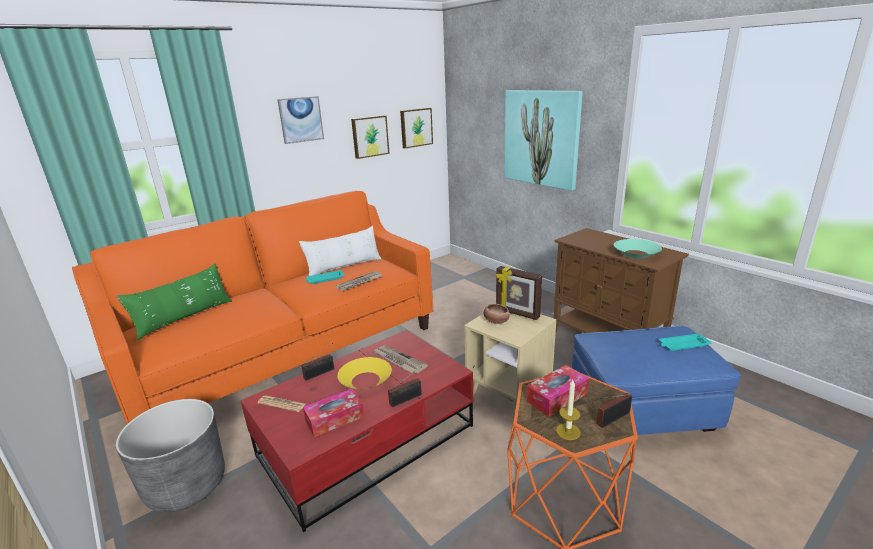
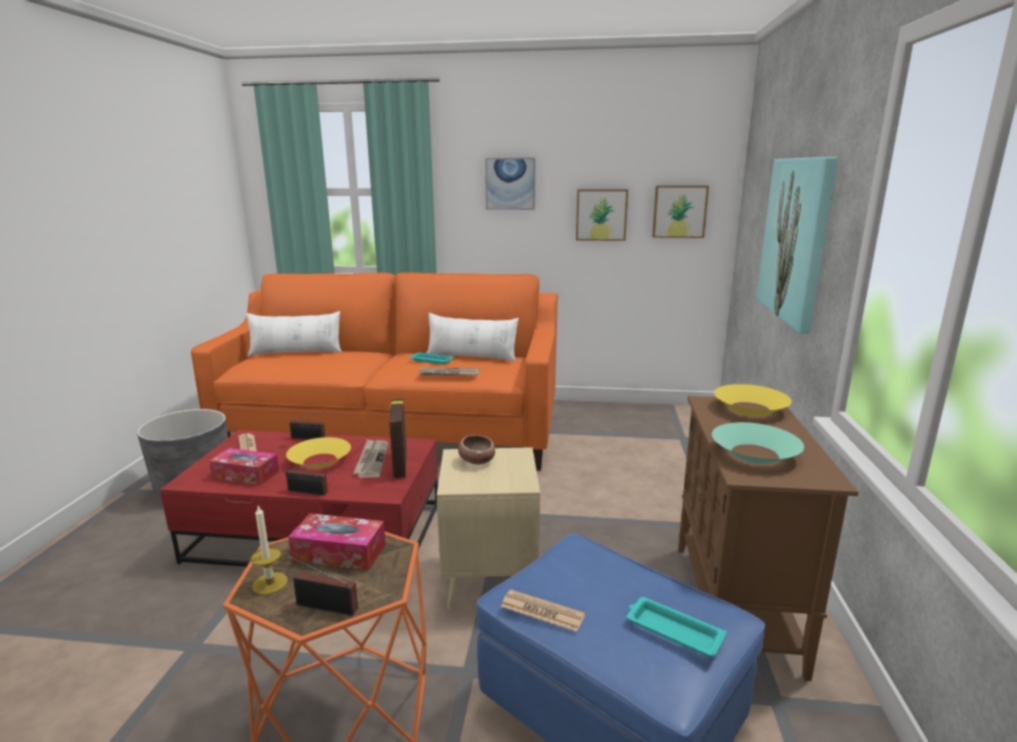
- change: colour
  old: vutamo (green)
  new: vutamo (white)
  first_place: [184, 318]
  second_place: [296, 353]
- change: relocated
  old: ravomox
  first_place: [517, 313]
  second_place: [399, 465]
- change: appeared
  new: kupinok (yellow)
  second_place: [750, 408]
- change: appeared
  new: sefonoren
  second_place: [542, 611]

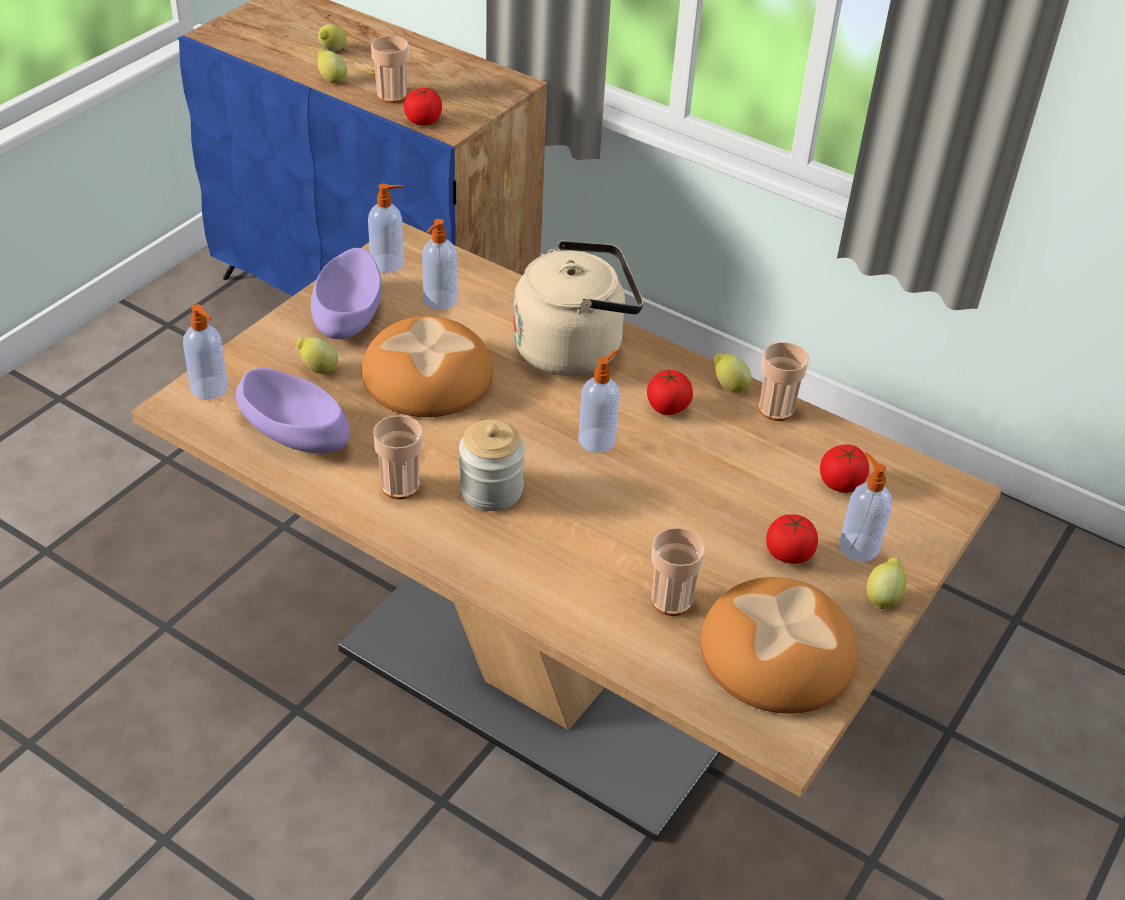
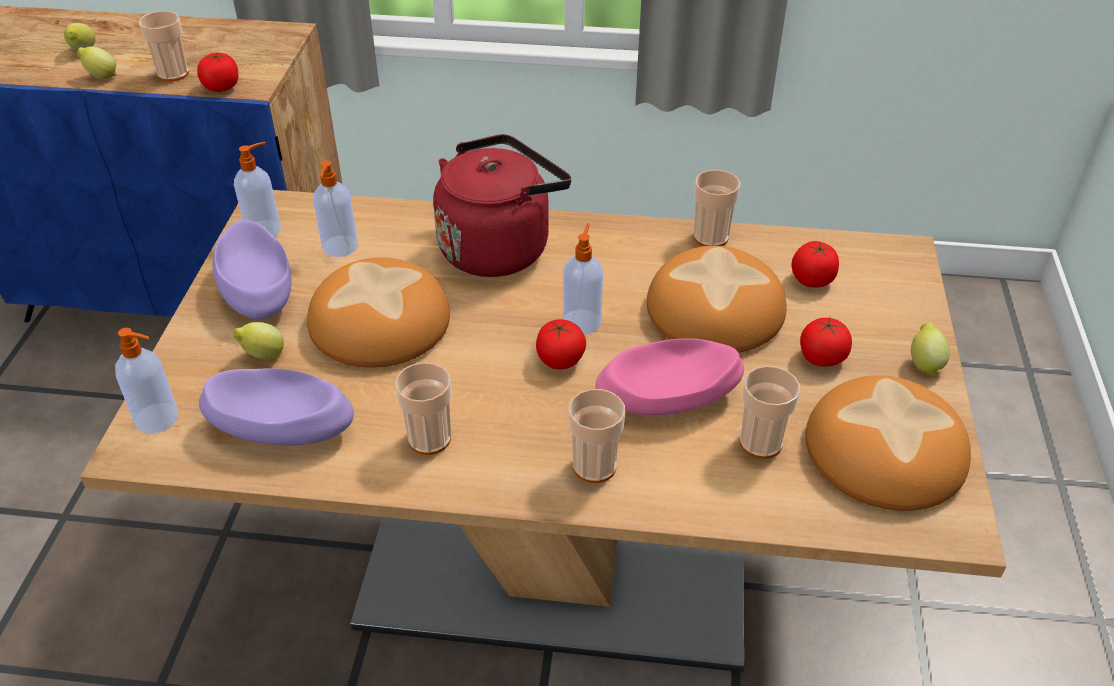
- change: colour
  old: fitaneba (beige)
  new: fitaneba (red)
  first_place: [574, 348]
  second_place: [499, 247]
- change: missing
  old: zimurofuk
  first_place: [729, 386]
- change: relocated
  old: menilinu
  first_place: [667, 407]
  second_place: [560, 360]
- change: missing
  old: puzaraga
  first_place: [491, 490]
- change: missing
  old: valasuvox
  first_place: [858, 546]
- change: appeared
  new: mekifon
  second_place: [714, 311]
- change: appeared
  new: kupinok (pink)
  second_place: [668, 397]
- change: appeared
  new: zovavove
  second_place: [594, 466]

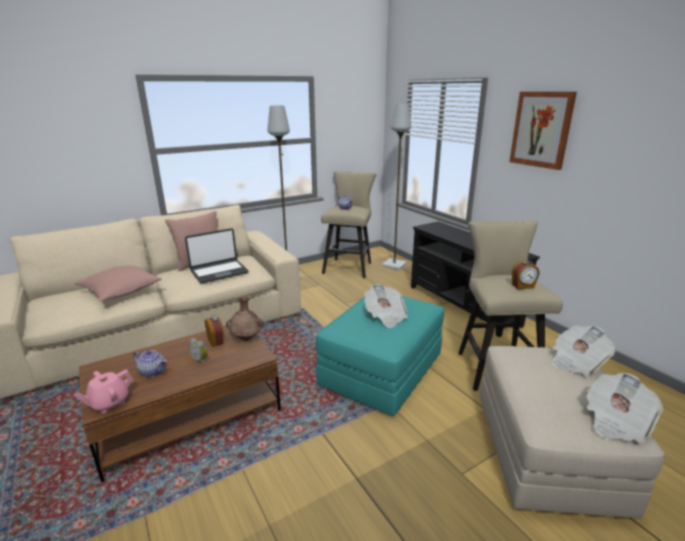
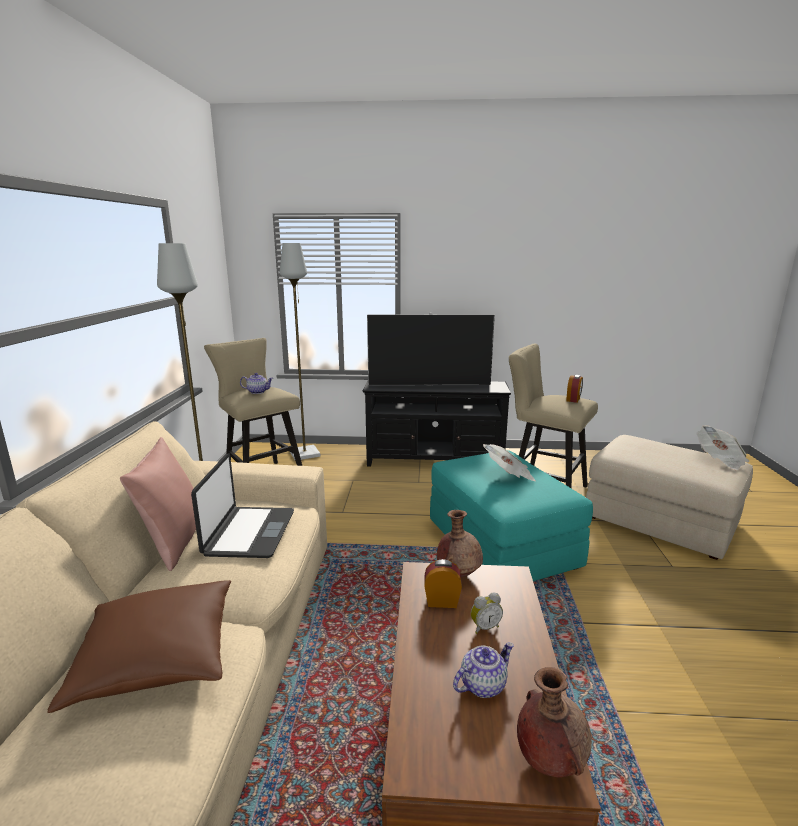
- change: missing
  old: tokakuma
  first_place: [541, 129]
- change: colour
  old: vutamo (pink)
  new: vutamo (brown)
  first_place: [121, 292]
  second_place: [157, 658]
- change: missing
  old: sefonoren
  first_place: [576, 362]
- change: exchanged
  old: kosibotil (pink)
  new: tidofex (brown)
  first_place: [109, 403]
  second_place: [549, 758]
- change: appeared
  new: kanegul
  second_place: [429, 385]

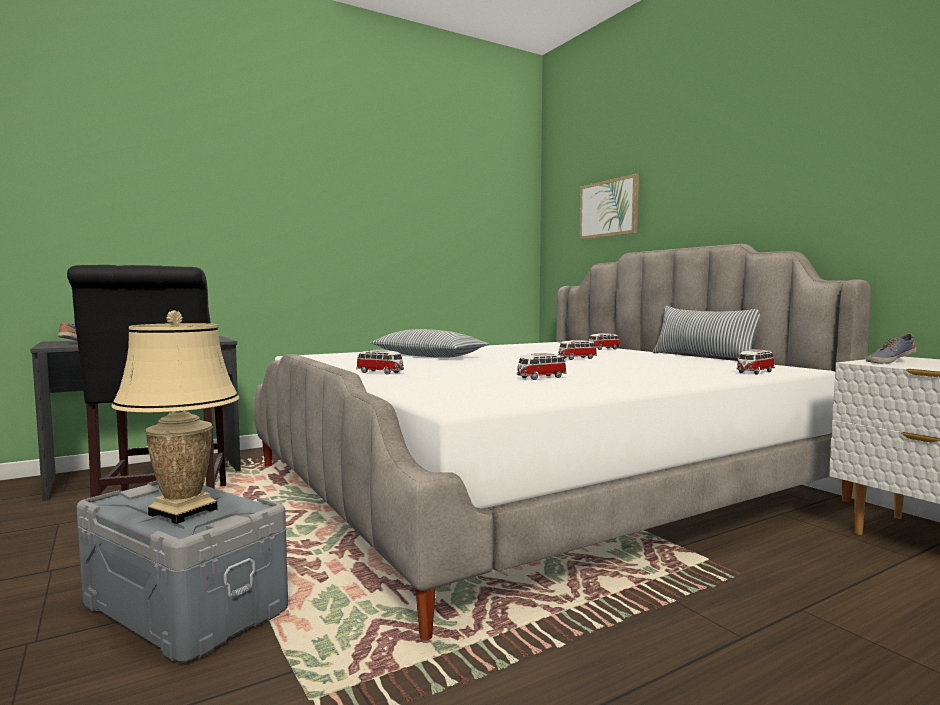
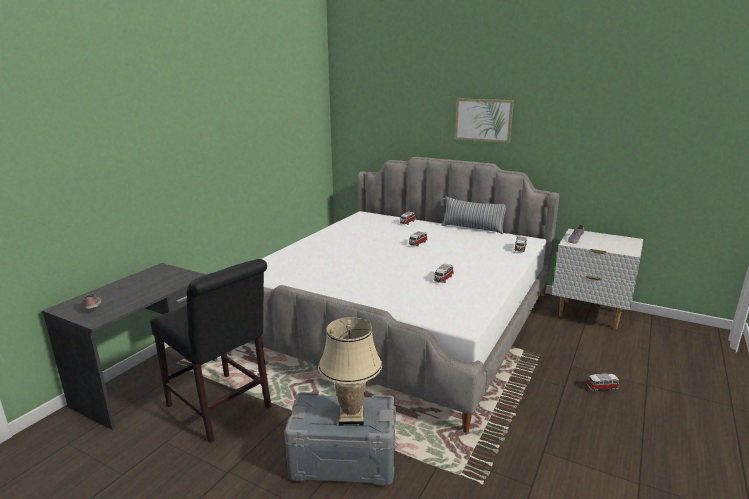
- change: relocated
  old: tokakuma
  first_place: [609, 208]
  second_place: [483, 120]
- change: missing
  old: vutamo
  first_place: [428, 356]
- change: relocated
  old: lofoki
  first_place: [380, 373]
  second_place: [602, 388]

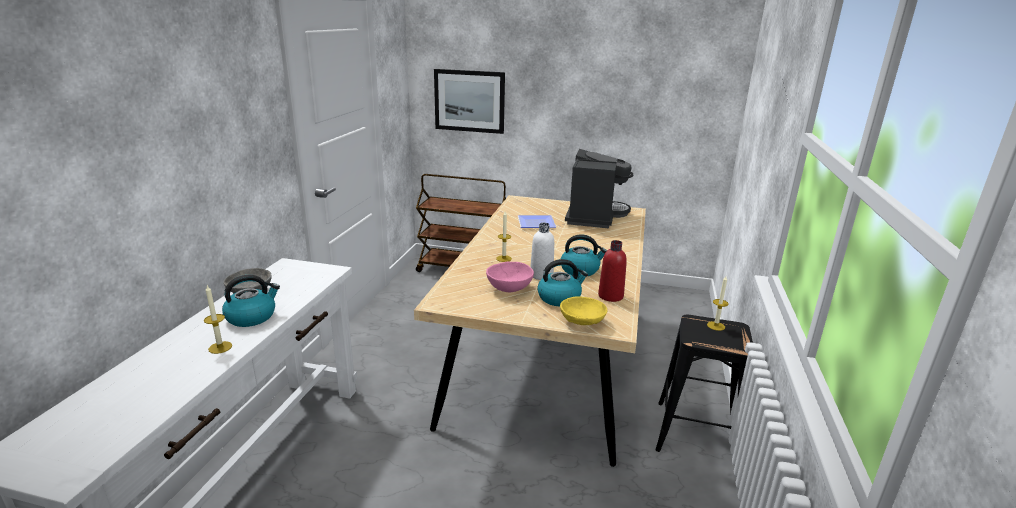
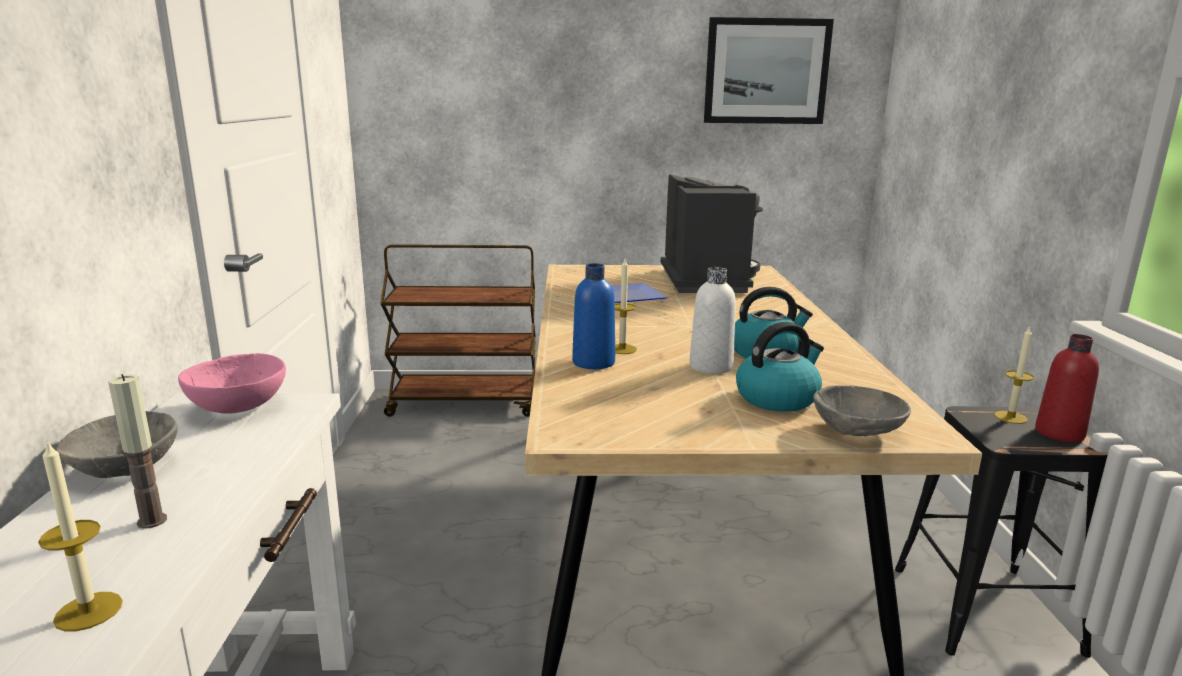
- change: relocated
  old: tokakuma
  first_place: [469, 101]
  second_place: [766, 72]
- change: relocated
  old: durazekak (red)
  first_place: [610, 296]
  second_place: [1059, 433]
- change: relocated
  old: kupinok (pink)
  first_place: [509, 289]
  second_place: [237, 408]
- change: exchanged
  old: fitaneba
  new: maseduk
  first_place: [252, 317]
  second_place: [152, 521]
- change: colour
  old: kupinok (yellow)
  new: kupinok (grey)
  first_place: [582, 322]
  second_place: [858, 432]
- change: appeared
  new: durazekak (blue)
  second_place: [593, 362]

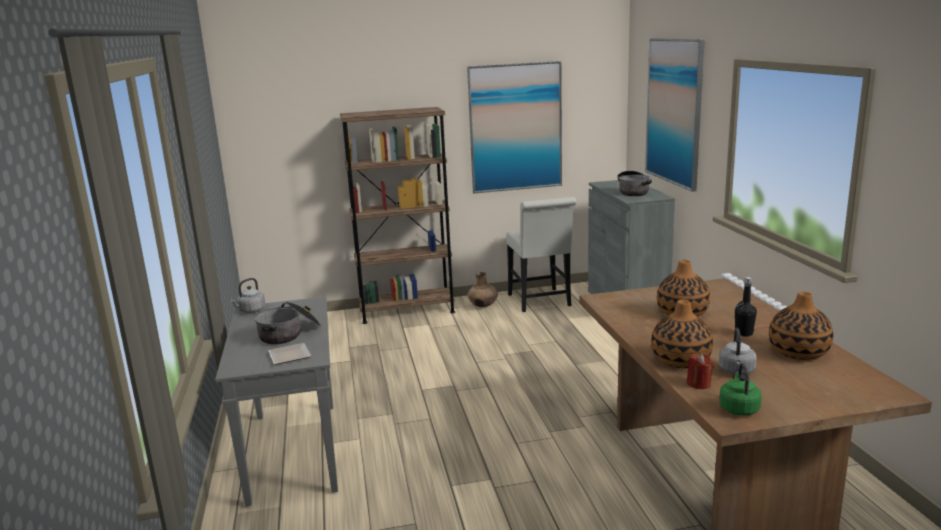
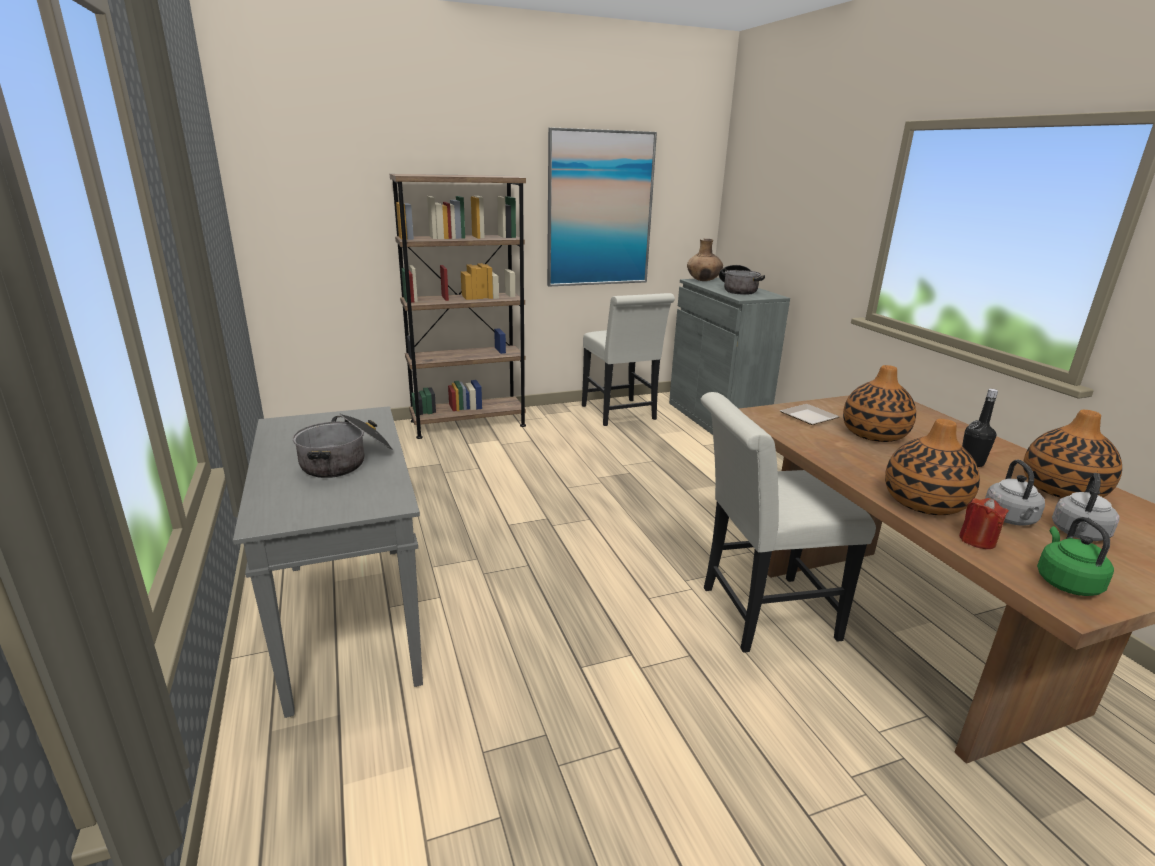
- change: missing
  old: tokakuma
  first_place: [674, 111]
- change: relocated
  old: tidofex (brown)
  first_place: [483, 306]
  second_place: [703, 280]
- change: relocated
  old: fitaneba (grey)
  first_place: [250, 311]
  second_place: [1079, 534]
- change: relocated
  old: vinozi
  first_place: [289, 357]
  second_place: [808, 418]
- change: appeared
  new: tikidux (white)
  second_place: [759, 614]

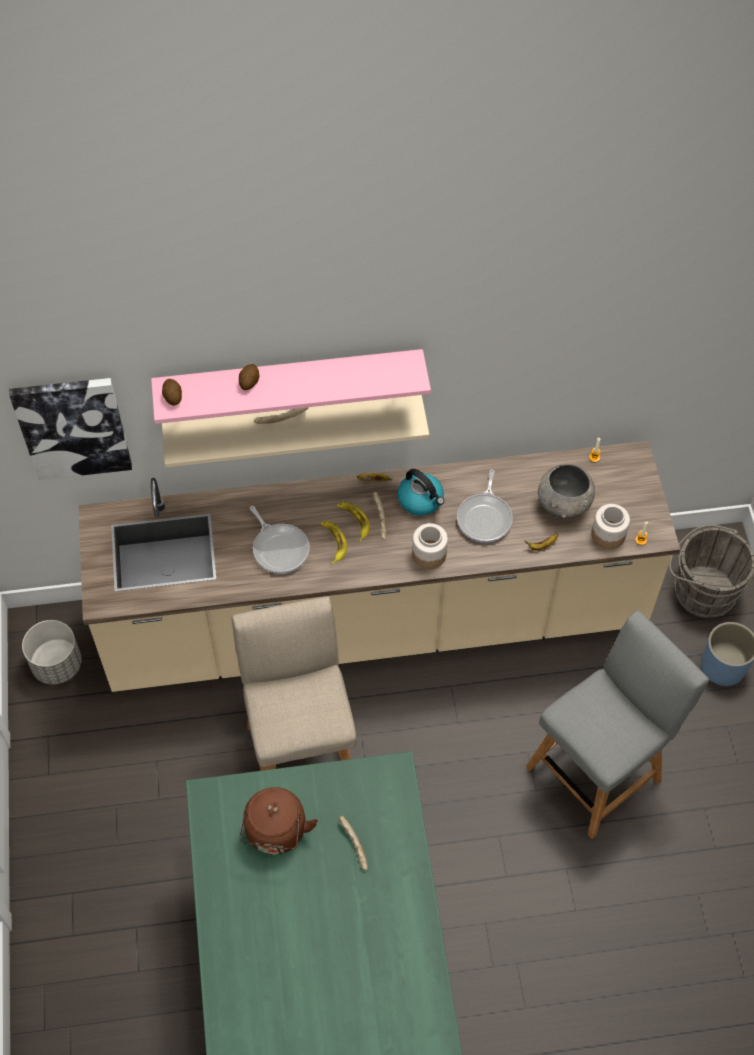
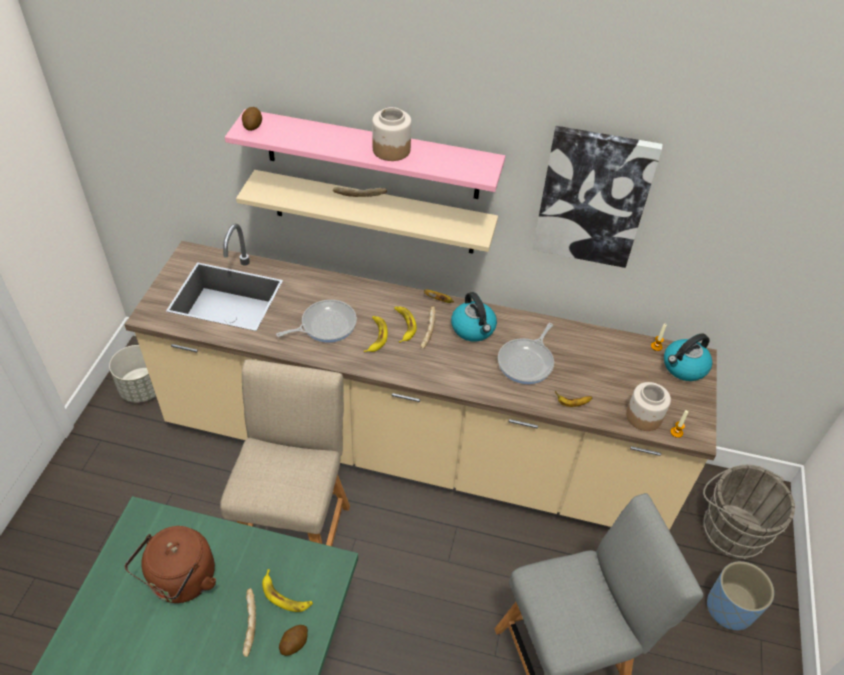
- change: relocated
  old: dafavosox
  first_place: [249, 382]
  second_place: [294, 643]
- change: relocated
  old: tokakuma
  first_place: [73, 427]
  second_place: [593, 197]
- change: missing
  old: kupinok (grey)
  first_place: [563, 505]
- change: spun
  old: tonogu
  first_place: [279, 548]
  second_place: [325, 325]
  degrees: -105
- change: relocated
  old: puzaraga
  first_place: [428, 554]
  second_place: [391, 150]
- change: appeared
  new: fitaneba
  second_place: [684, 367]
- change: appeared
  new: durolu
  second_place: [285, 595]

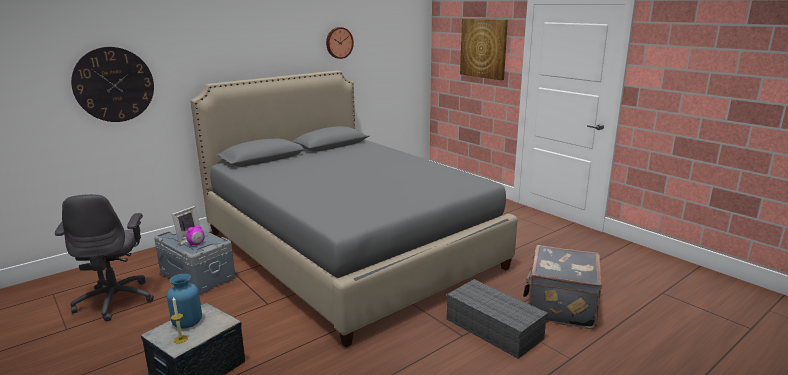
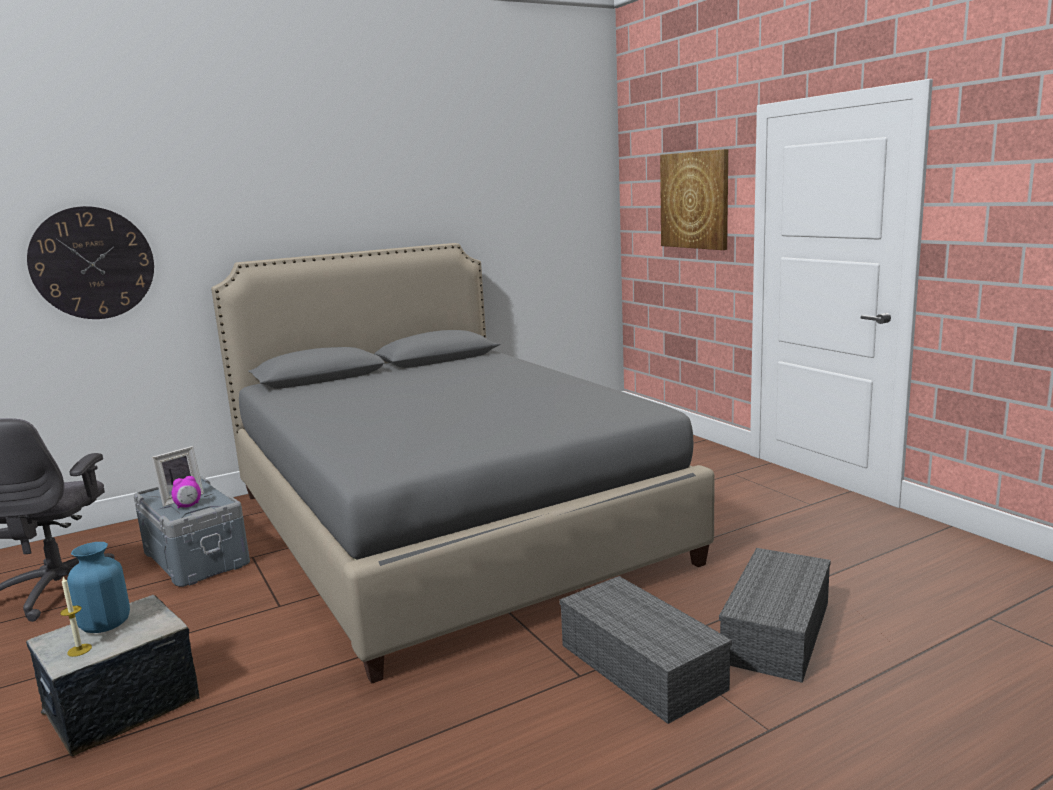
- change: missing
  old: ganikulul
  first_place: [339, 42]
- change: exchanged
  old: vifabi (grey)
  new: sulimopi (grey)
  first_place: [559, 306]
  second_place: [778, 633]

